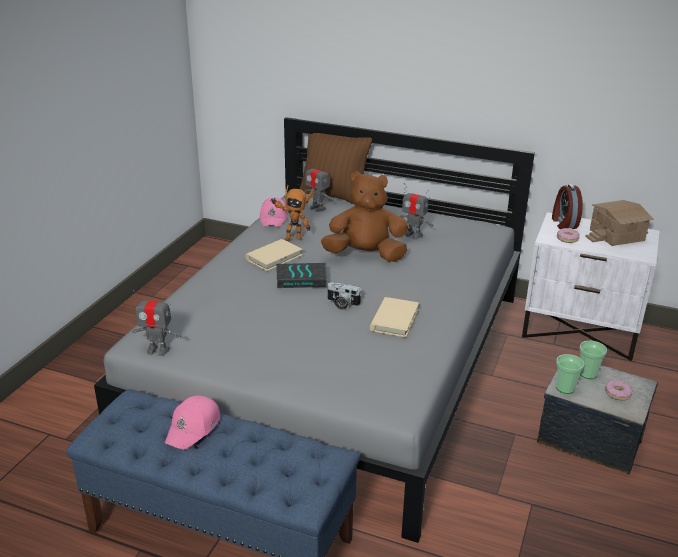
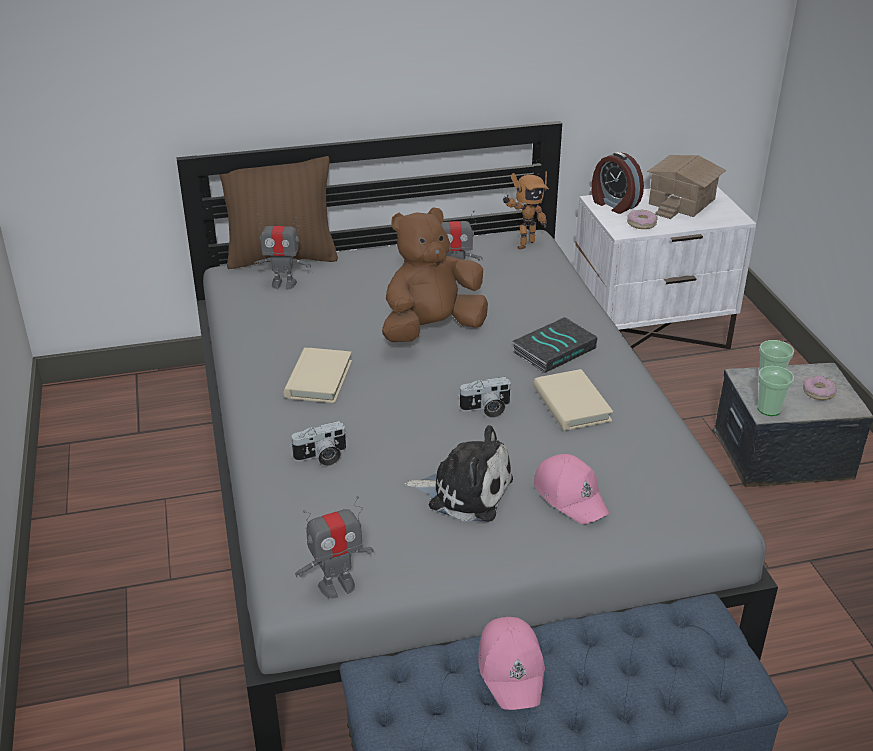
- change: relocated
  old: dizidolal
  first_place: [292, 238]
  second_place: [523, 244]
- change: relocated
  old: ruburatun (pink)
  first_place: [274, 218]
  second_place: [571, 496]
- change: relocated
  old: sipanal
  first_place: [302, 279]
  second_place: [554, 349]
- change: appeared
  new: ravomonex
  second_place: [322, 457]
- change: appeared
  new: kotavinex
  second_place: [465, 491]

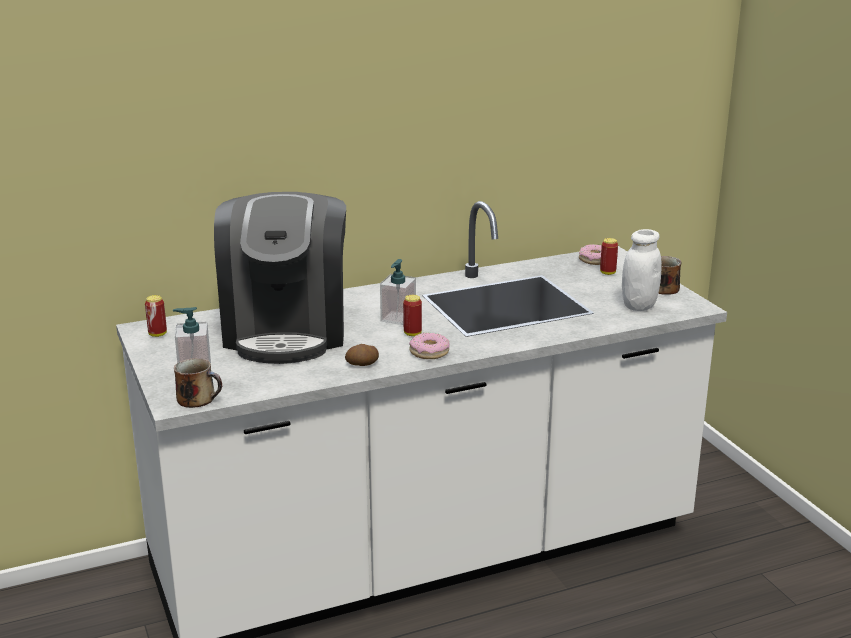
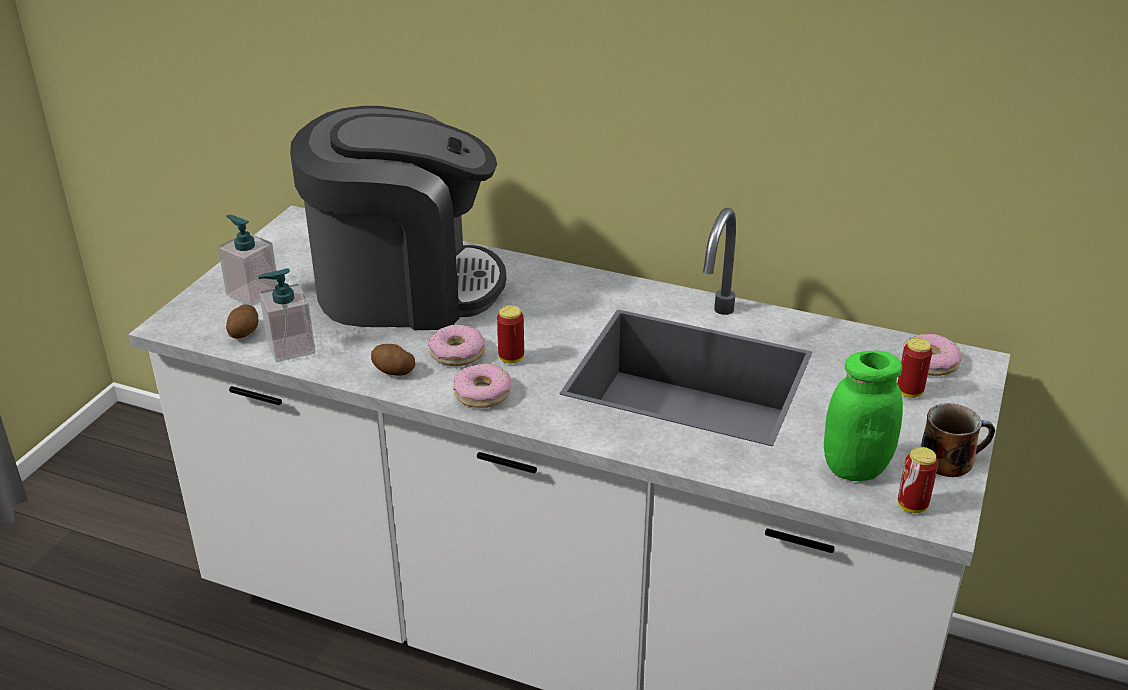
- change: spun
  old: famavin
  first_place: [286, 331]
  second_place: [404, 288]
  degrees: -135
- change: colour
  old: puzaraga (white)
  new: puzaraga (green)
  first_place: [638, 306]
  second_place: [855, 468]
- change: relocated
  old: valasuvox
  first_place: [398, 318]
  second_place: [290, 347]
- change: relocated
  old: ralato
  first_place: [157, 334]
  second_place: [912, 506]
- change: missing
  old: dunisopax
  first_place: [198, 398]
- change: appeared
  new: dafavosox
  second_place: [245, 332]
- change: appeared
  new: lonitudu
  second_place: [457, 353]

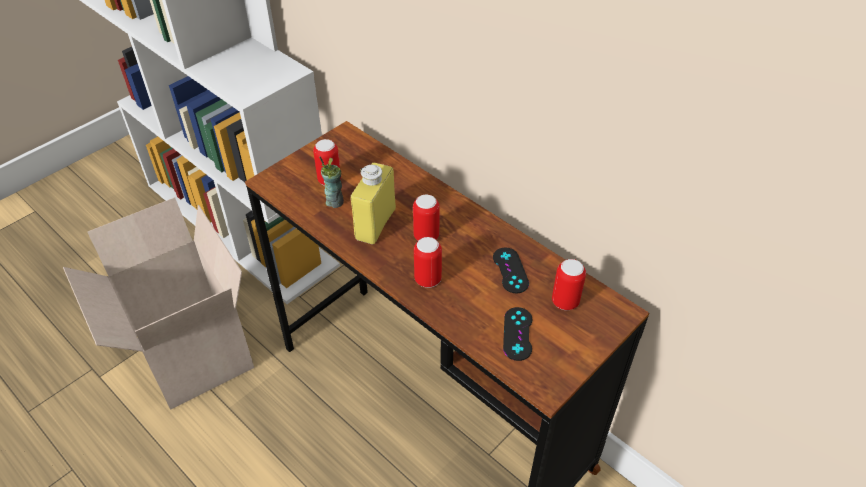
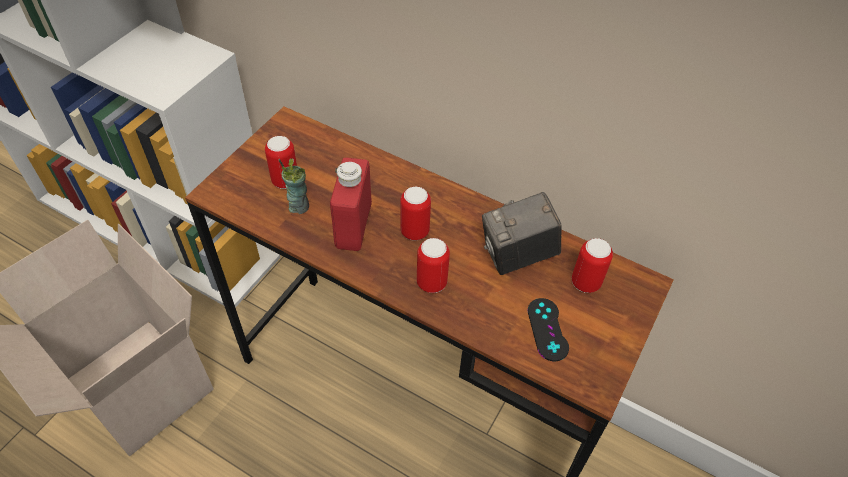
- change: colour
  old: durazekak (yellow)
  new: durazekak (red)
  first_place: [375, 224]
  second_place: [353, 226]
- change: exchanged
  old: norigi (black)
  new: ravomonex
  first_place: [510, 270]
  second_place: [517, 256]

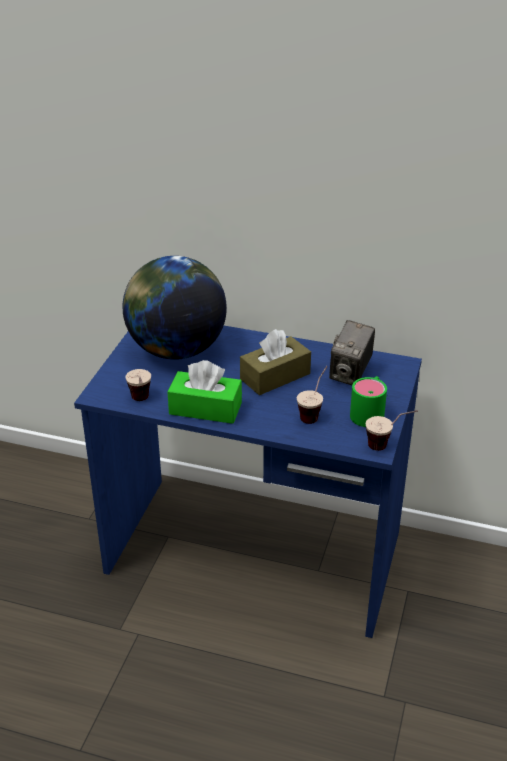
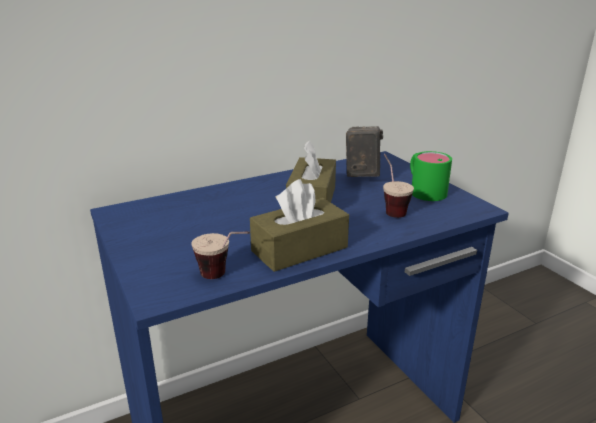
- change: missing
  old: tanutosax
  first_place: [176, 350]
- change: spun
  old: ravomonex
  first_place: [350, 374]
  second_place: [362, 175]
  degrees: -150
- change: colour
  old: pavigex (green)
  new: pavigex (brown)
  first_place: [205, 408]
  second_place: [299, 249]
- change: missing
  old: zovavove
  first_place: [388, 445]

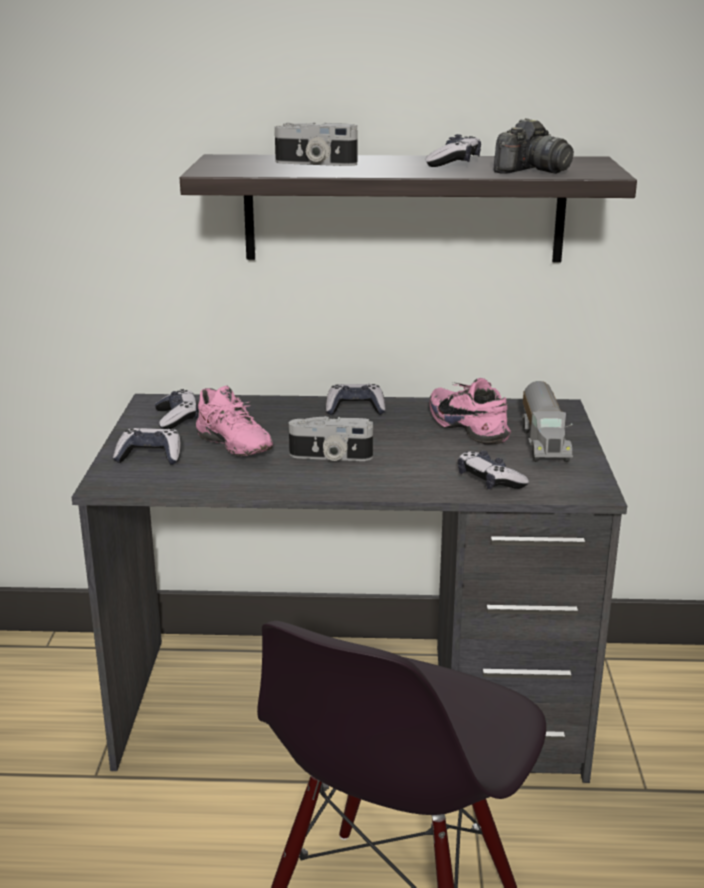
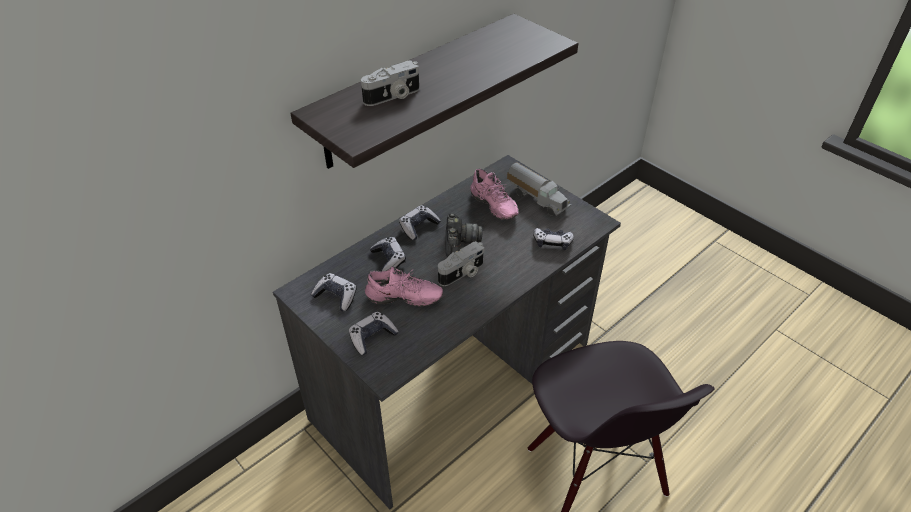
- change: relocated
  old: ravomonex
  first_place: [532, 170]
  second_place: [459, 243]
- change: relocated
  old: norigi
  first_place: [454, 164]
  second_place: [389, 260]
- change: spun
  old: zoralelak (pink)
  first_place: [471, 427]
  second_place: [491, 207]
  degrees: -135

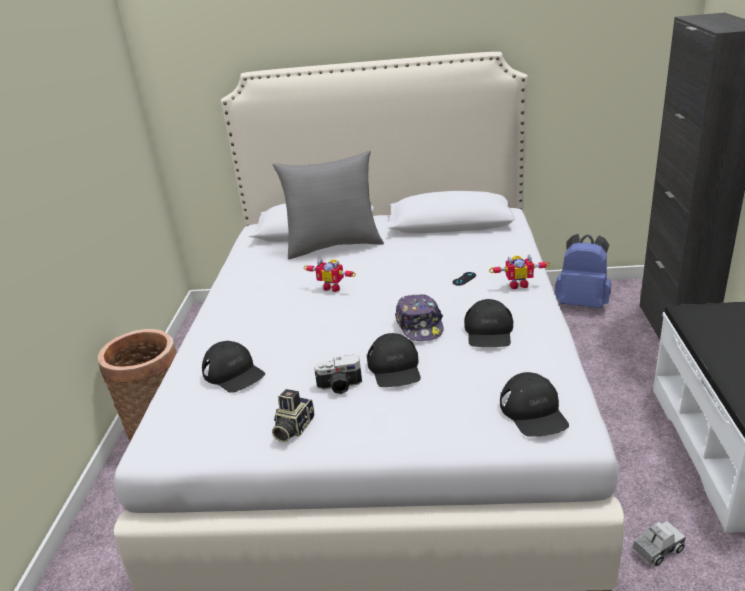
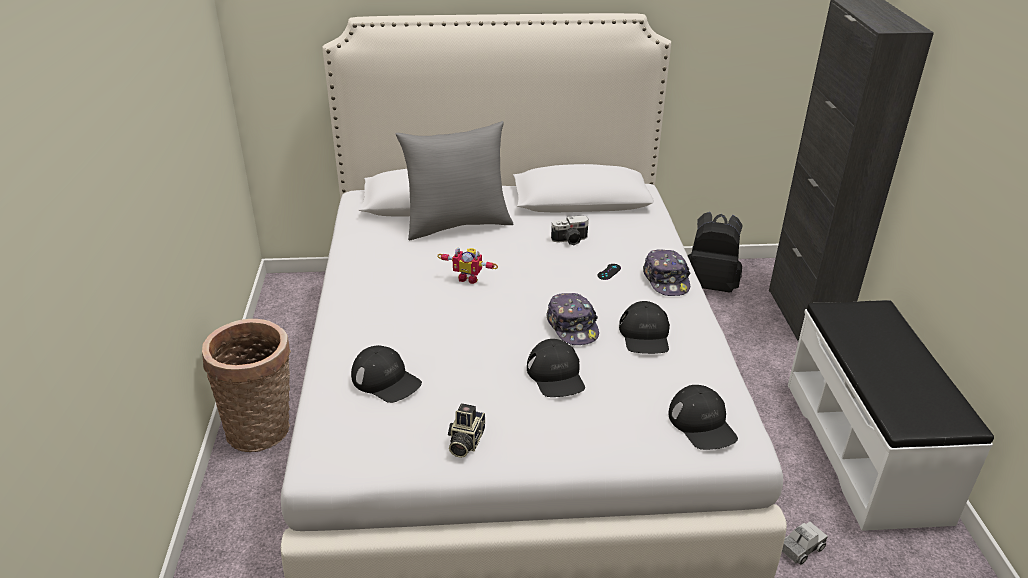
- change: colour
  old: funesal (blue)
  new: funesal (black)
  first_place: [582, 303]
  second_place: [710, 285]
- change: exchanged
  old: dizidolal
  new: ruburatun
  first_place: [518, 284]
  second_place: [666, 280]
- change: relocated
  old: ravomonex
  first_place: [340, 386]
  second_place: [570, 240]

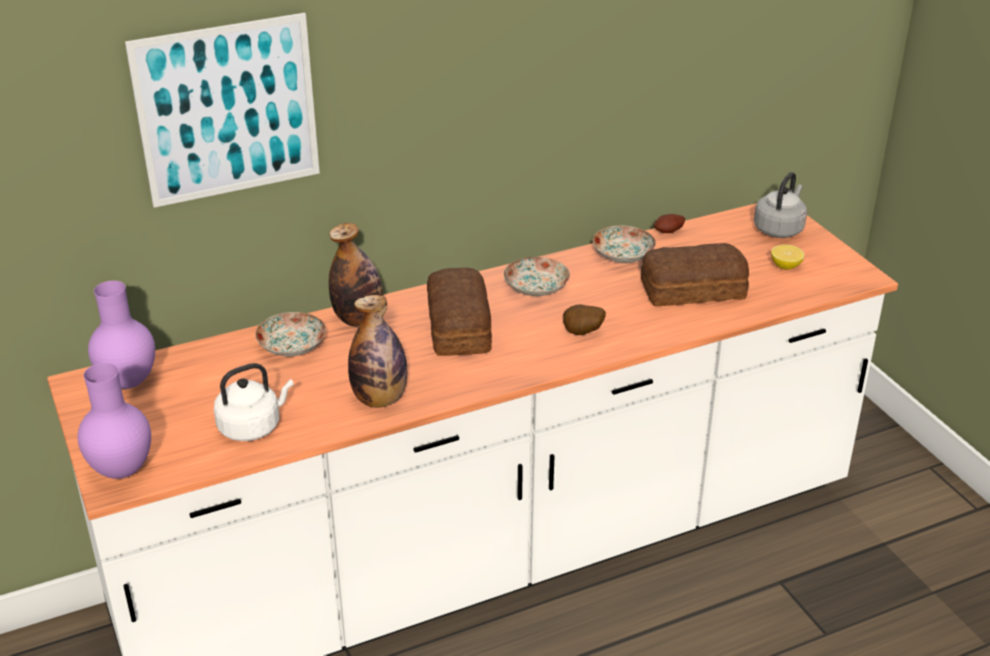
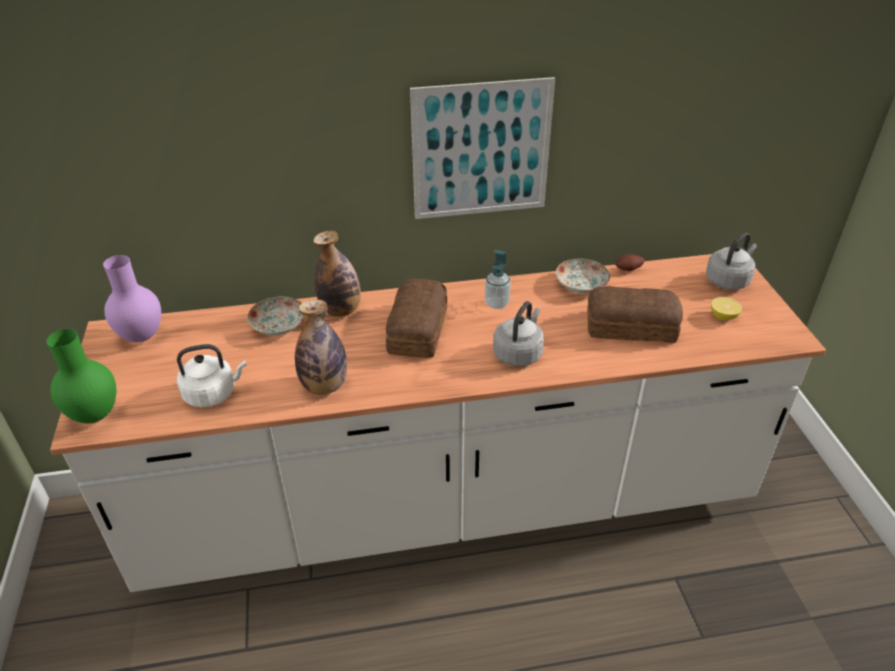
- change: relocated
  old: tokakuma
  first_place: [227, 110]
  second_place: [481, 150]
- change: exchanged
  old: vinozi
  new: valasuvox
  first_place: [536, 287]
  second_place: [496, 303]
- change: exchanged
  old: dafavosox
  new: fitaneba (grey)
  first_place: [582, 333]
  second_place: [519, 353]
- change: colour
  old: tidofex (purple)
  new: tidofex (green)
  first_place: [120, 472]
  second_place: [93, 416]

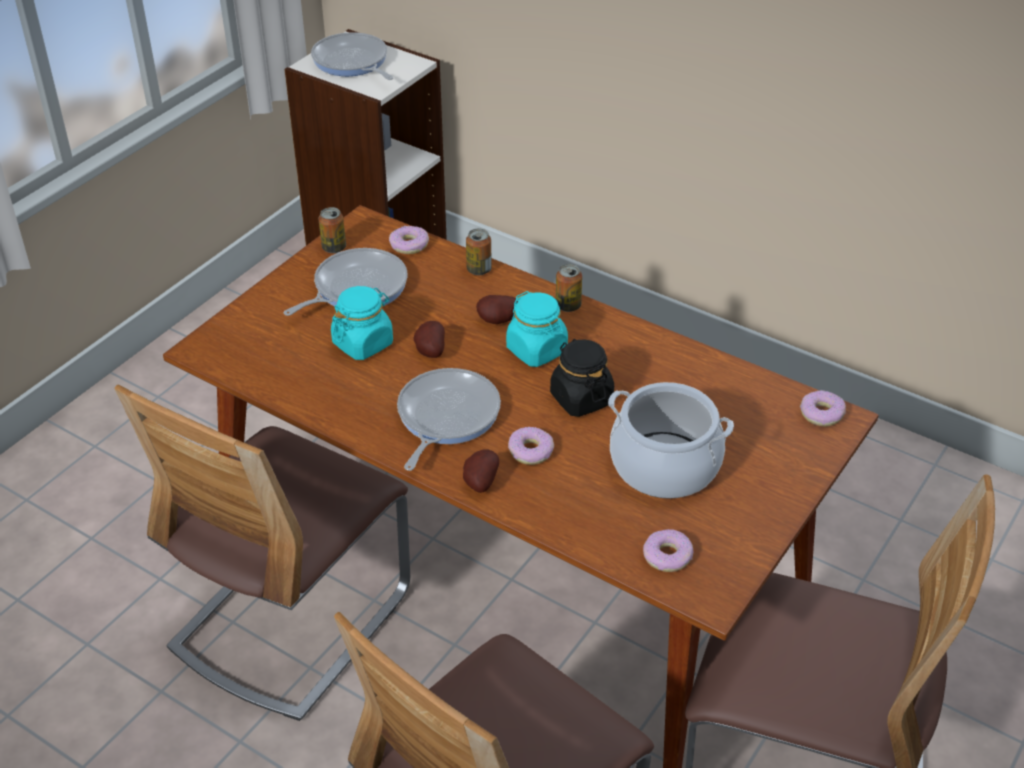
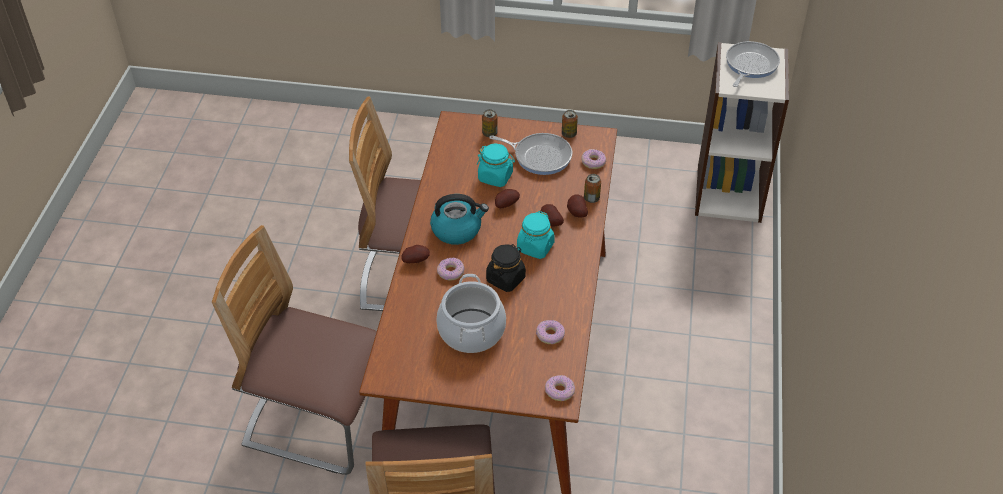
- change: relocated
  old: ralato
  first_place: [568, 306]
  second_place: [489, 133]
- change: exchanged
  old: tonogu
  new: fitaneba
  first_place: [445, 417]
  second_place: [457, 230]
- change: relocated
  old: lonitudu
  first_place: [667, 556]
  second_place: [550, 335]
- change: appeared
  new: dafavosox
  second_place: [576, 213]

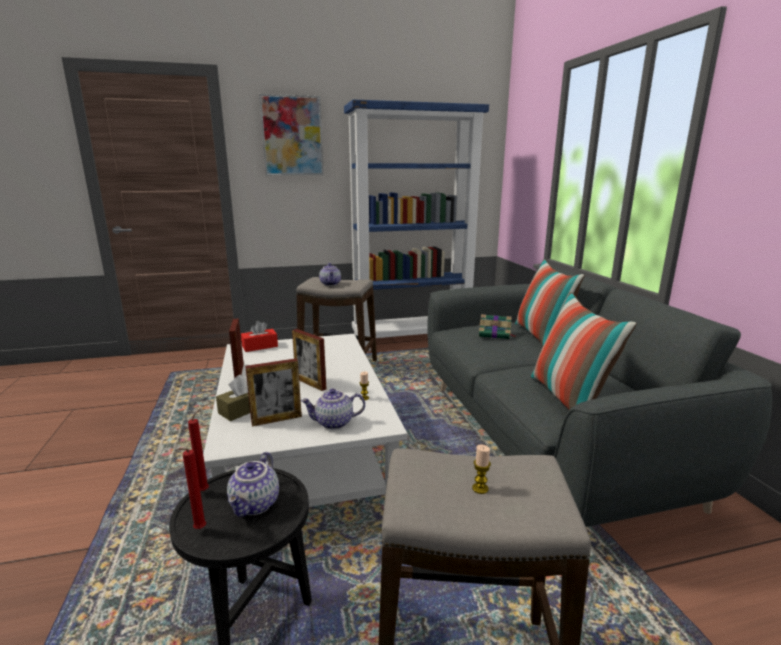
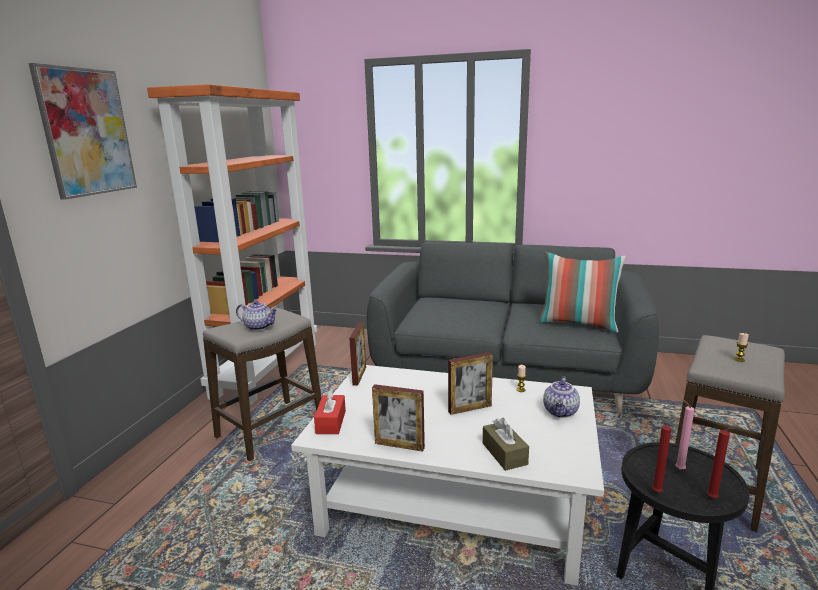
- change: colour
  old: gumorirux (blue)
  new: gumorirux (orange)
  first_place: [412, 339]
  second_place: [267, 368]
- change: missing
  old: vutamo
  first_place: [541, 337]
- change: missing
  old: sipanal
  first_place: [495, 334]
- change: relocated
  old: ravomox
  first_place: [276, 420]
  second_place: [359, 376]
- change: exchanged
  old: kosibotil
  new: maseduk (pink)
  first_place: [256, 505]
  second_place: [678, 469]

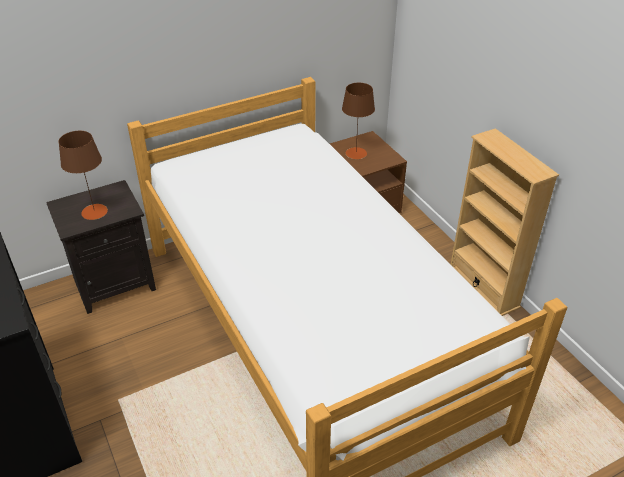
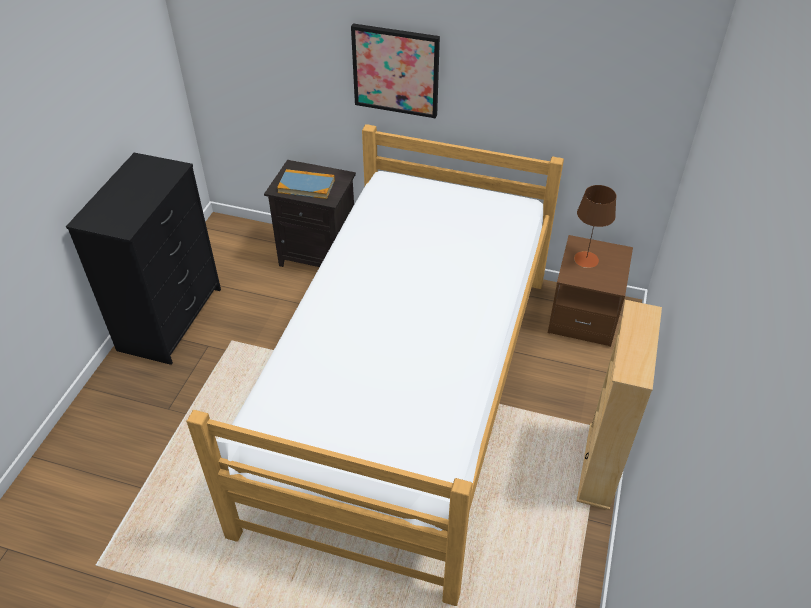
- change: exchanged
  old: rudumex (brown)
  new: sipanal
  first_place: [94, 212]
  second_place: [306, 186]
- change: appeared
  new: tokakuma
  second_place: [396, 70]

